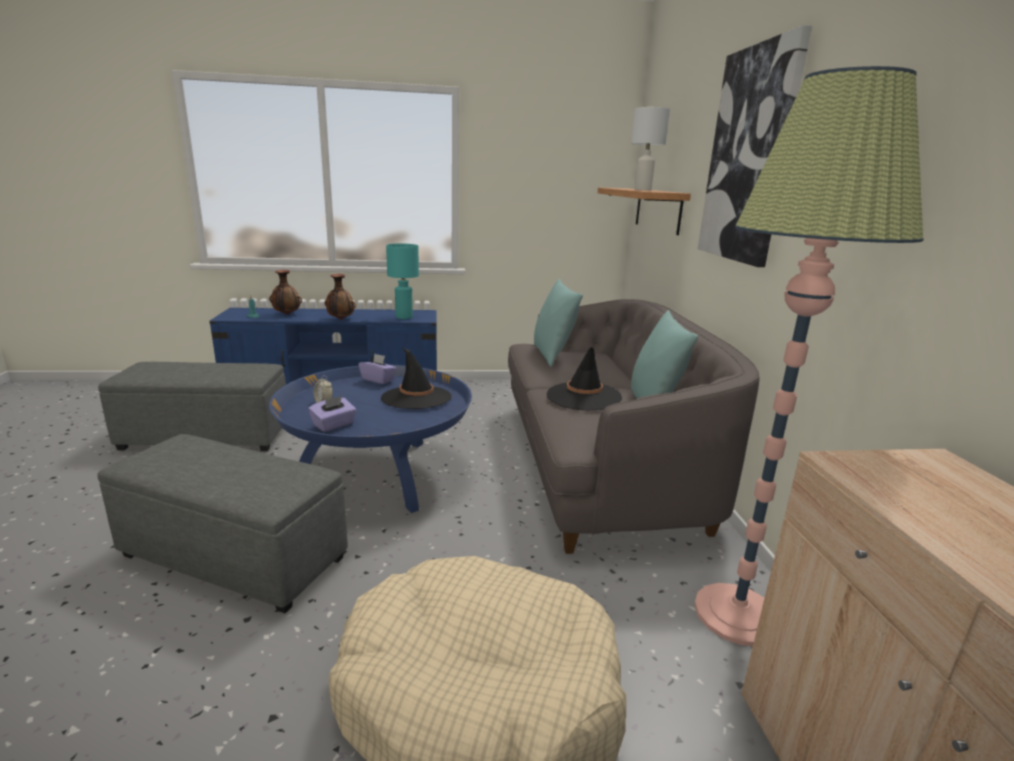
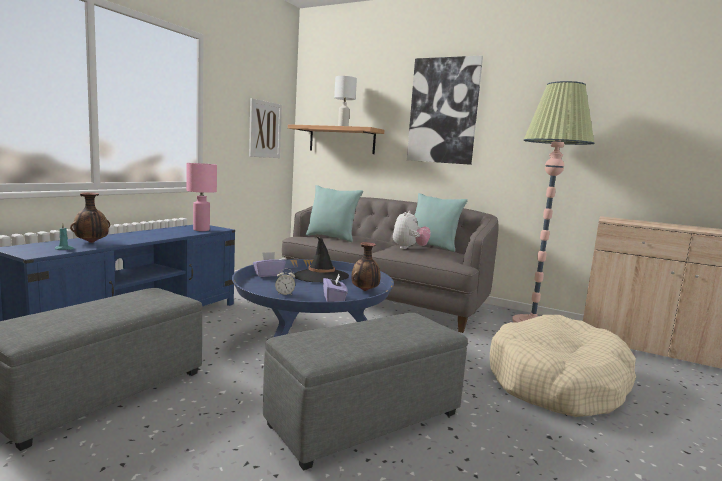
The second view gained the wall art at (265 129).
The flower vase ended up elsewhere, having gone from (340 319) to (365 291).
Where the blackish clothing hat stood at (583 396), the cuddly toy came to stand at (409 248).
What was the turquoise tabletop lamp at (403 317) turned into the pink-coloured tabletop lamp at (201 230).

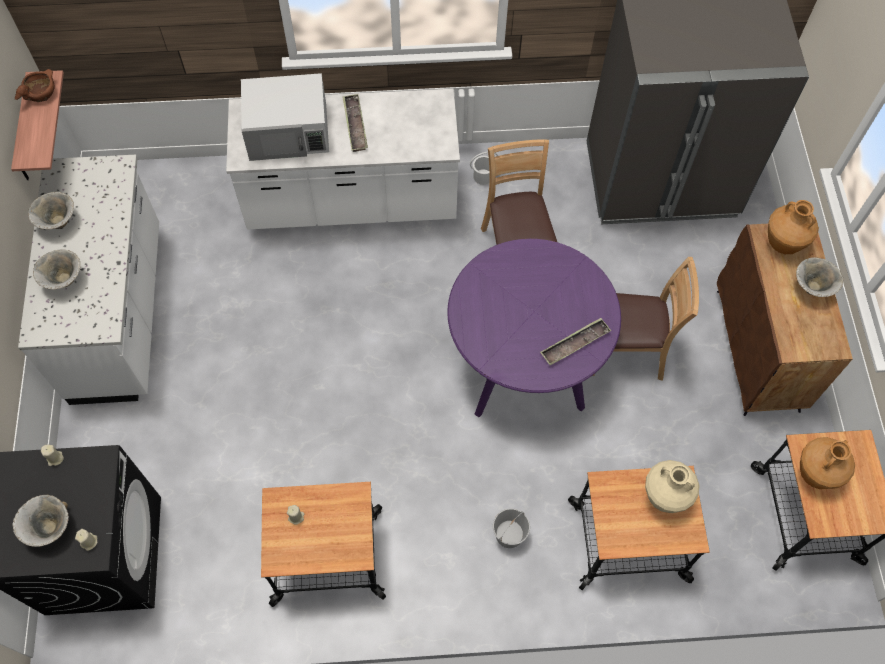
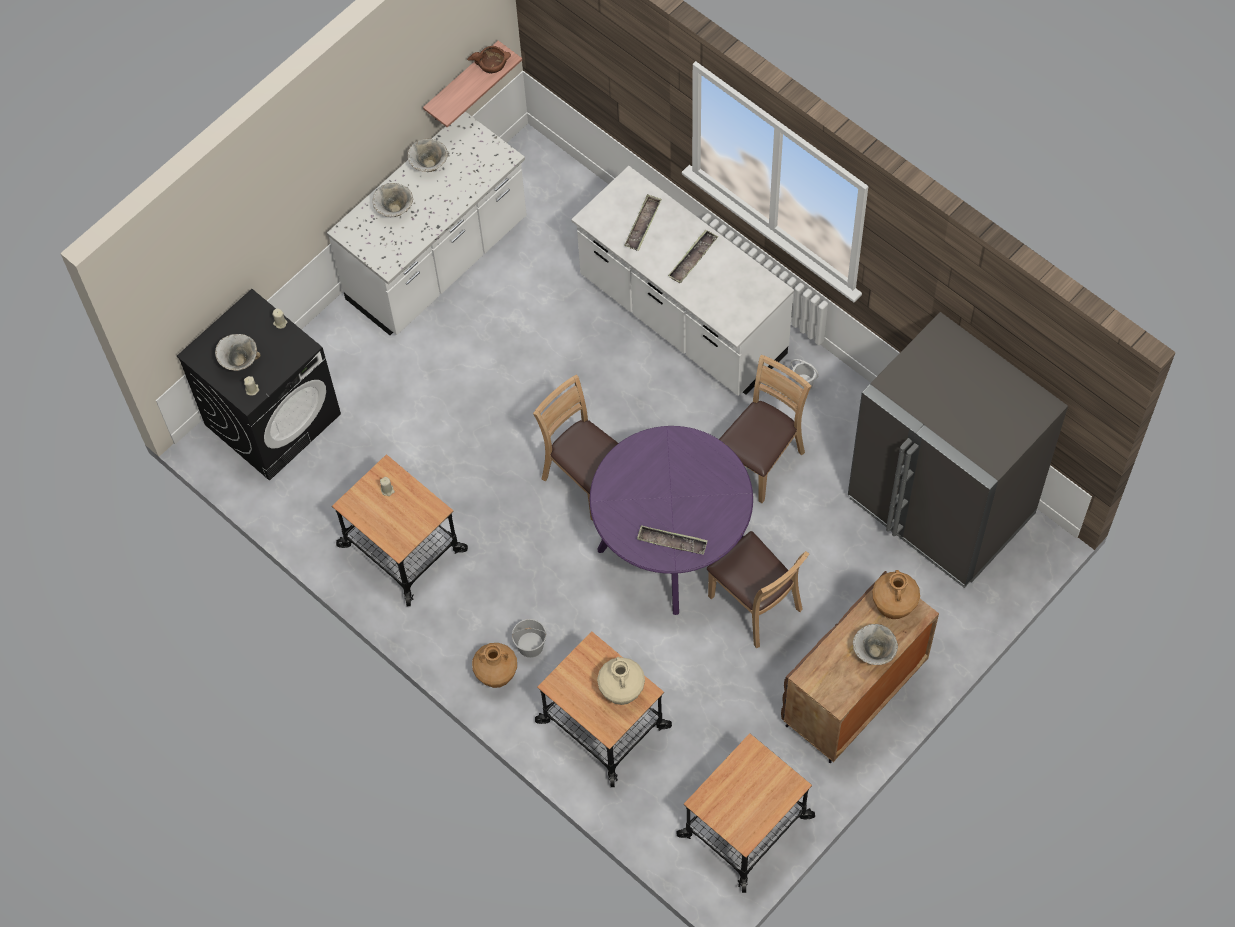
The second view gained the brown plain chair at (587 480).
The brown flower vase ended up elsewhere, having gone from (815 474) to (496 675).
Where the whitish kitchen microwave stood at (289 131), the carrying tray came to stand at (643 225).

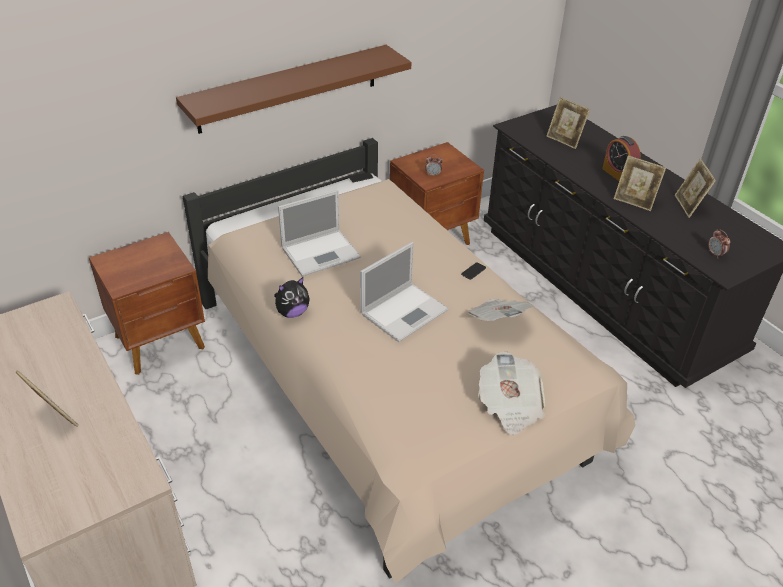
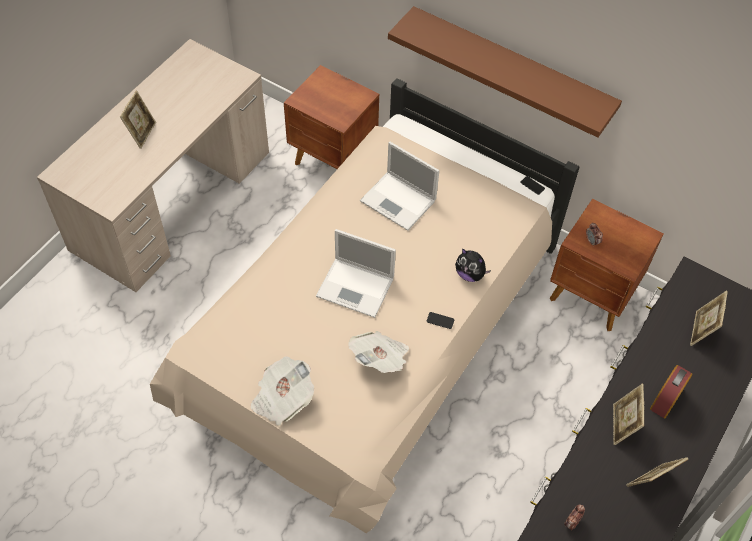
The cuddly toy ended up elsewhere, having gone from (292 312) to (470 274).

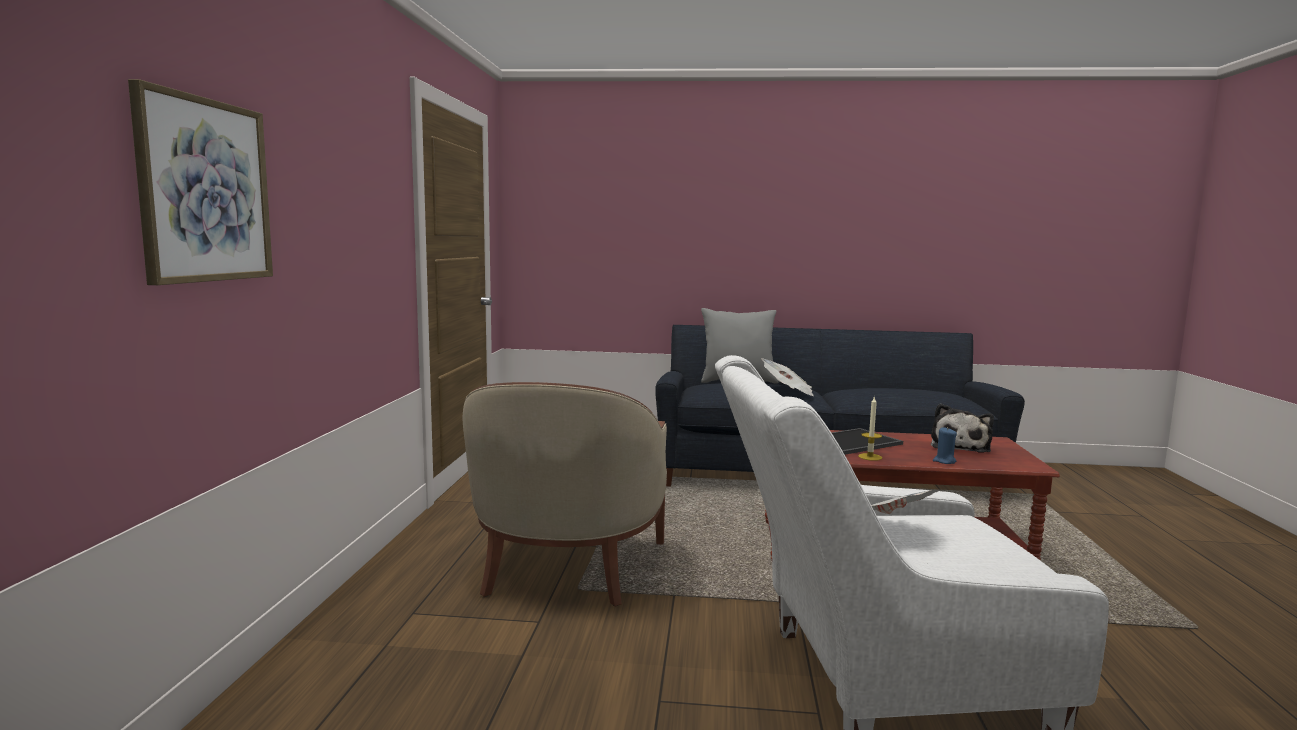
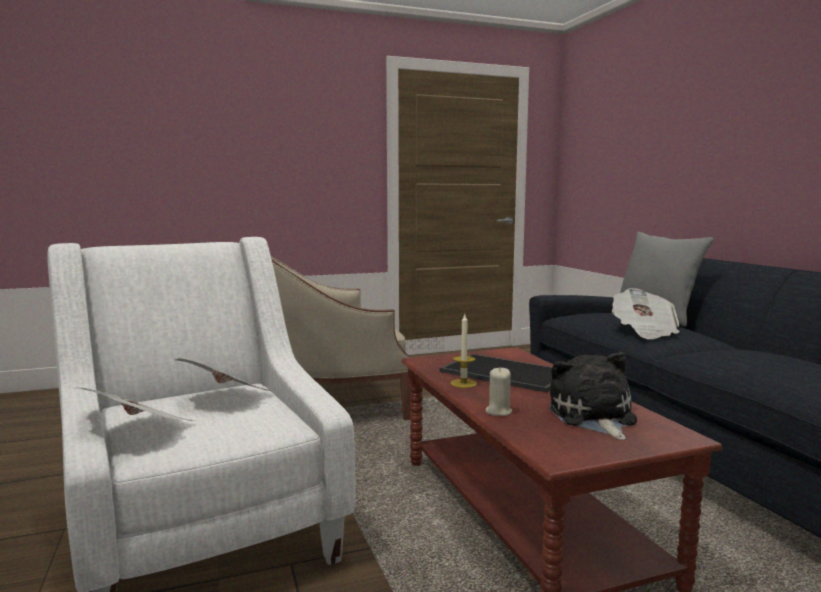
The second view lost the wall art at (205 191).
The second view gained the daily paper at (140 433).
What was the bluish wax candle at (944 461) turned into the sand-coloured wax candle at (498 411).
The cuddly toy at (960 446) ended up facing another way, 90 degrees clockwise from before.

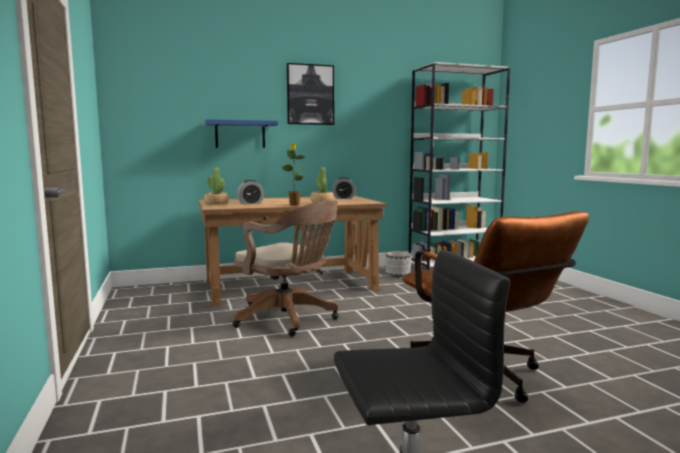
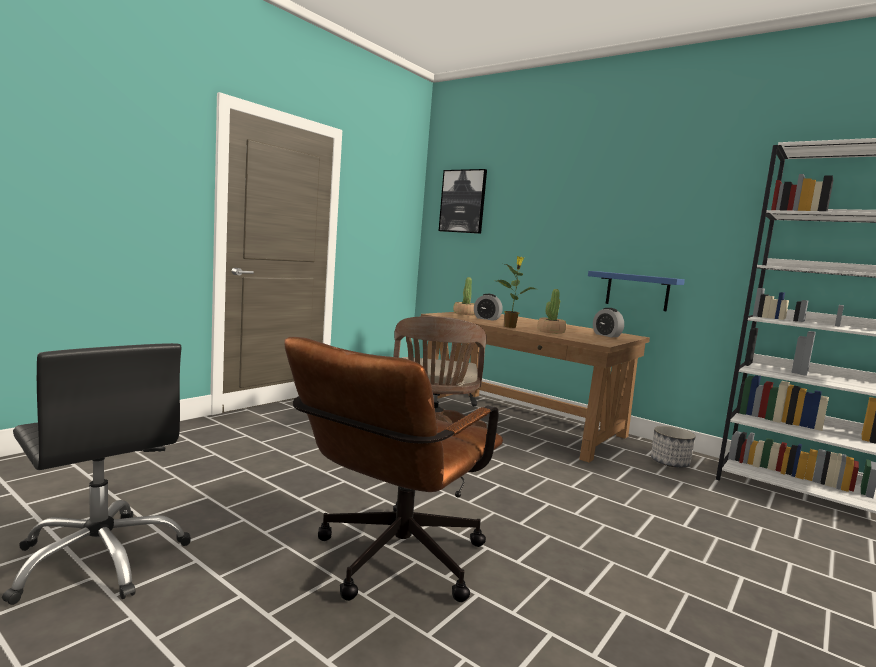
The bluish wall shelf ended up elsewhere, having gone from (240 134) to (637 291).
The wall art ended up elsewhere, having gone from (310 95) to (463 201).

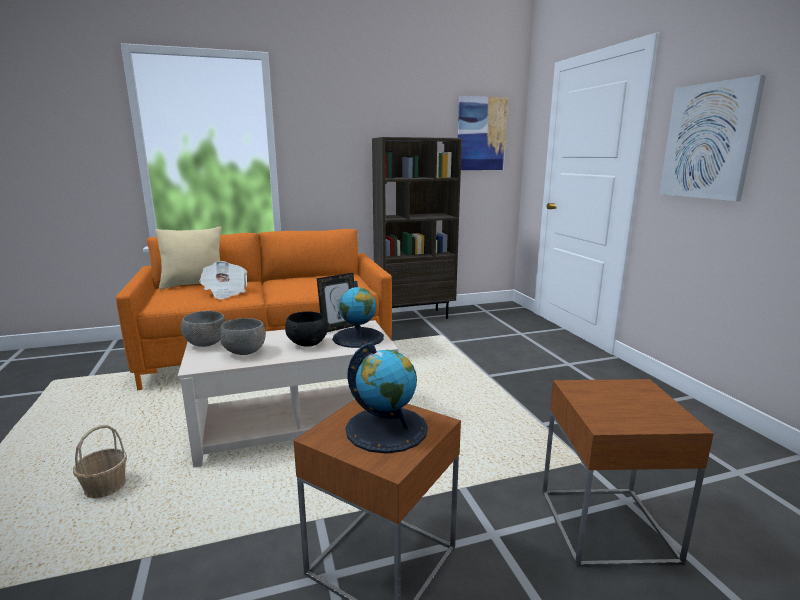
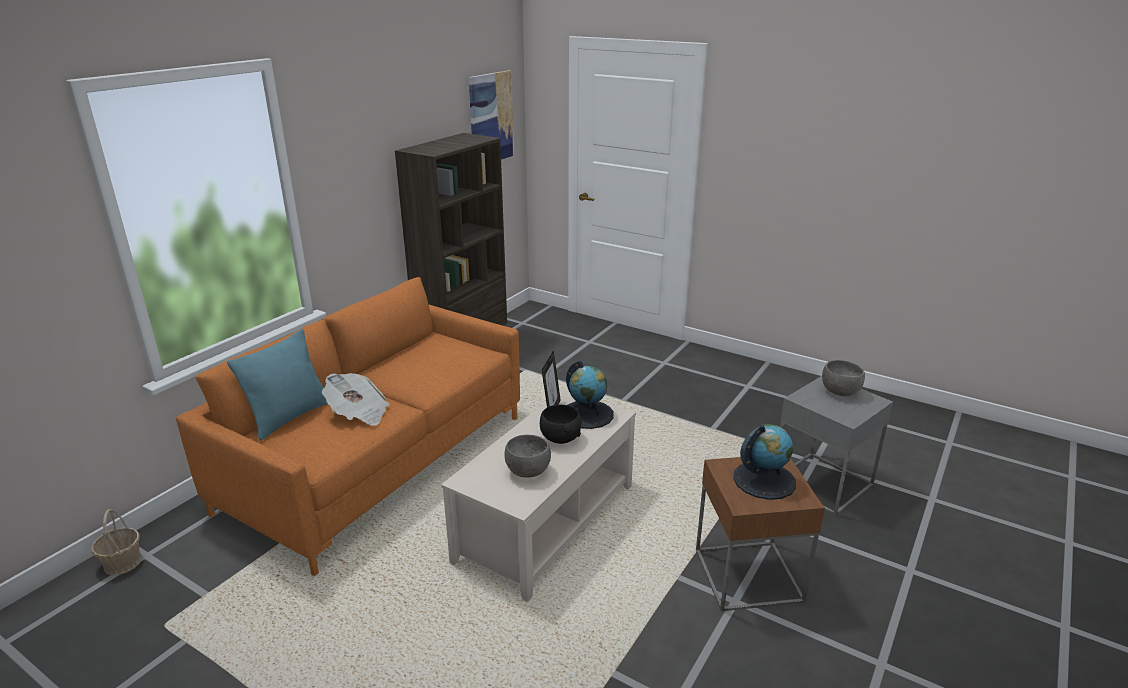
The second view lost the wall art at (708 141).
The household basket ended up elsewhere, having gone from (105 487) to (122 563).
The greyish serving bowl ended up elsewhere, having gone from (205 344) to (840 392).
What was the sand-coloured cushion at (194 285) turned into the turquoise cushion at (289 417).
What was the brown end table at (606 525) turned into the greyish end table at (822 483).

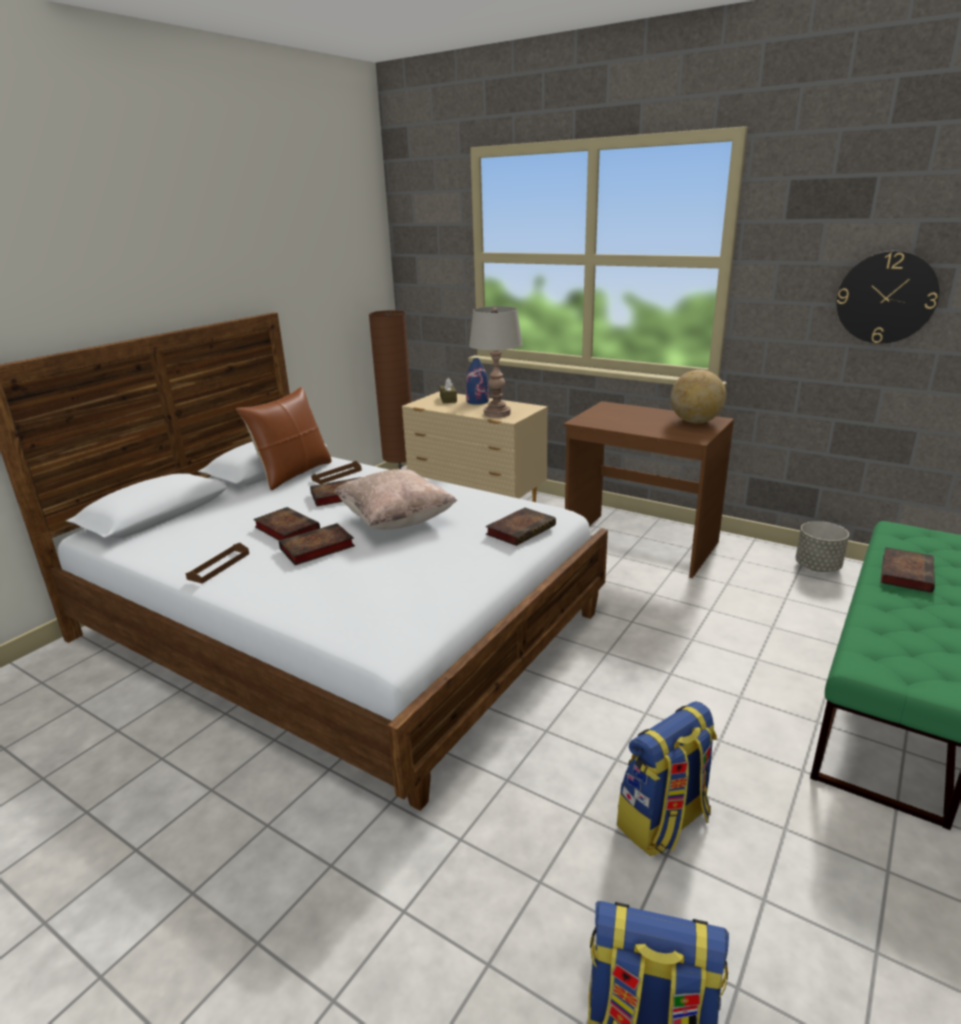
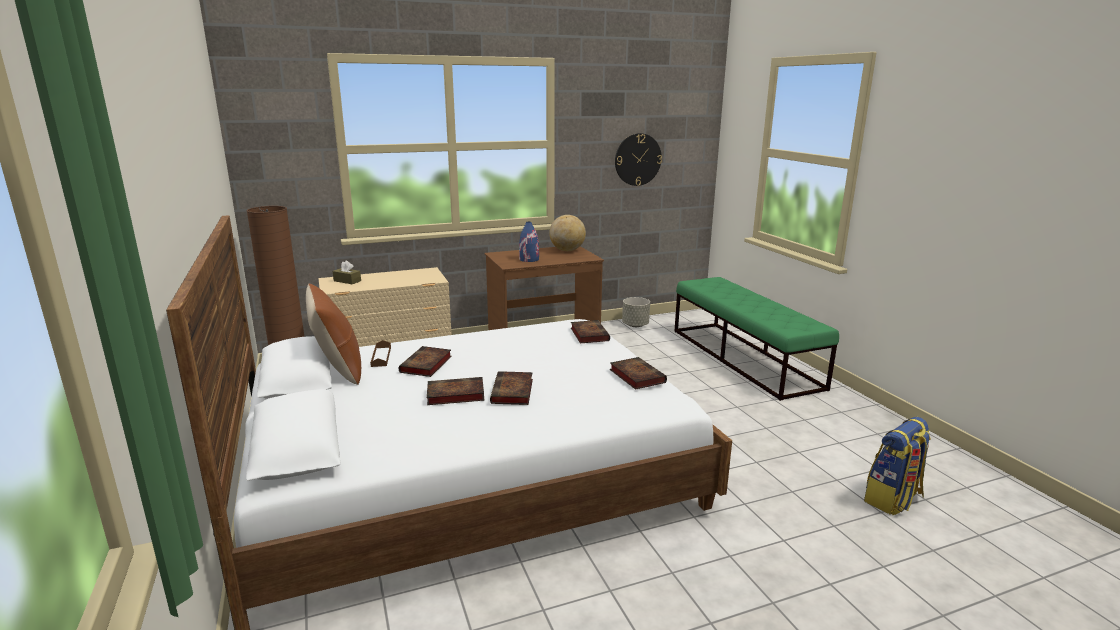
The second view lost the brown carrying tray at (219 566).
The second view lost the sand-coloured cushion at (396 521).
The second view lost the greyish tabletop lamp at (497 413).
The second view lost the backpack at (664 823).
The bluish flower vase ended up elsewhere, having gone from (477 401) to (529 259).
The bound book ended up elsewhere, having gone from (905 573) to (635 376).

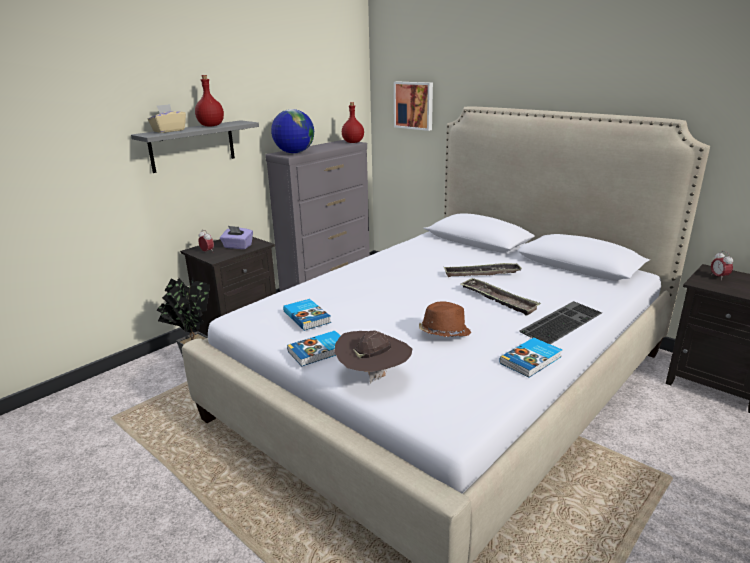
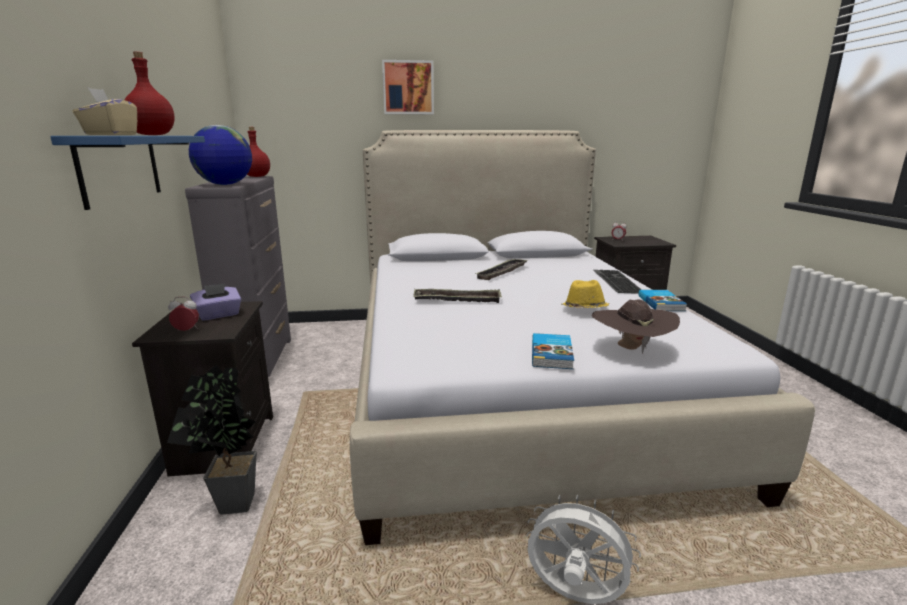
The second view lost the bound book at (307 316).
The second view gained the whitish fan at (573 596).
The wall art ended up elsewhere, having gone from (414 105) to (408 88).
The carrying tray ended up elsewhere, having gone from (498 300) to (457 300).
What was the greyish wall shelf at (192 146) turned into the bluish wall shelf at (120 168).
What was the brown clothing hat at (443 333) turned into the yellowish clothing hat at (584 309).

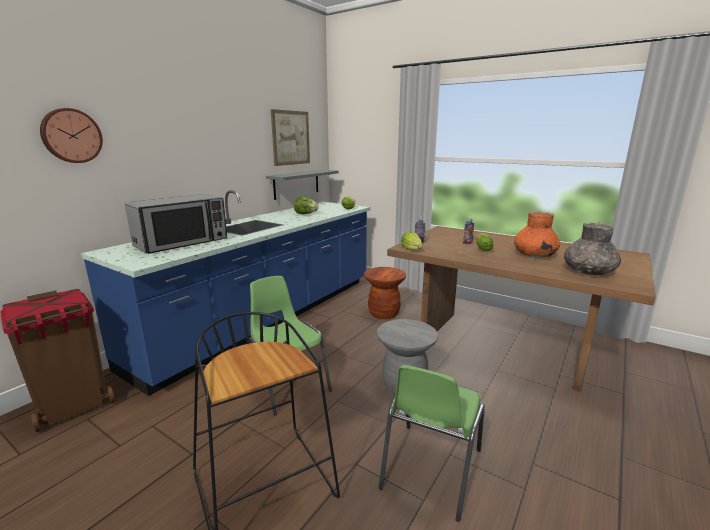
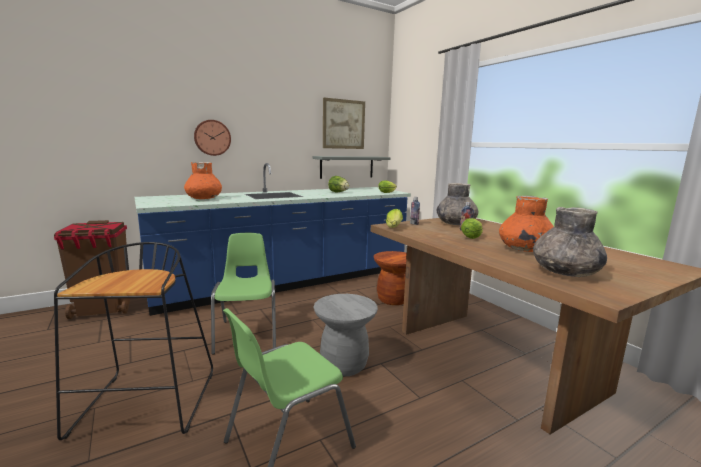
The second view gained the greyish flower vase at (455 224).
The clock on the wall ended up elsewhere, having gone from (71 136) to (212 137).
Where the kitchen microwave stood at (182 243), the orangey flower vase came to stand at (204 198).

